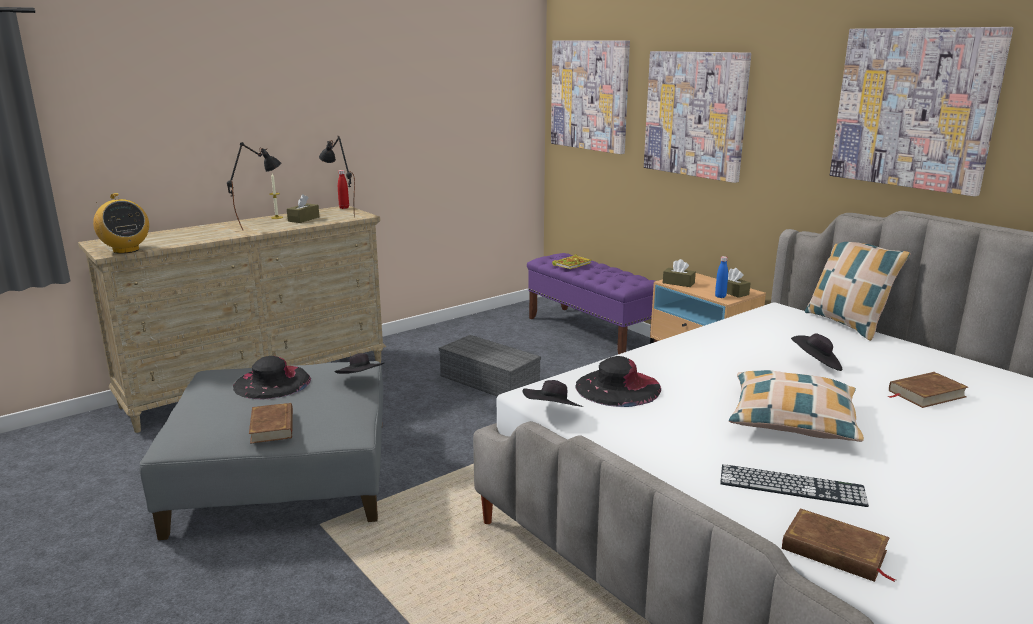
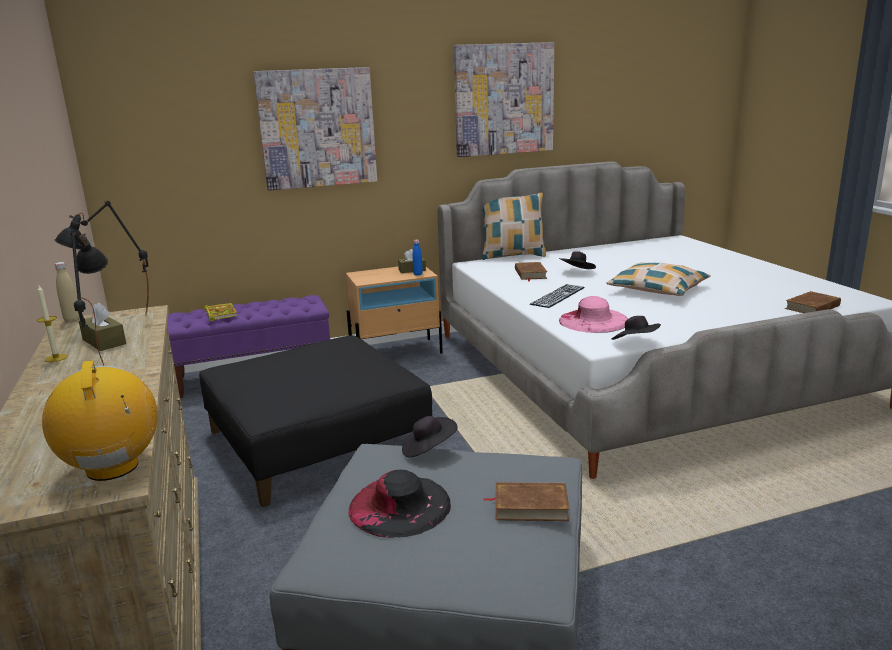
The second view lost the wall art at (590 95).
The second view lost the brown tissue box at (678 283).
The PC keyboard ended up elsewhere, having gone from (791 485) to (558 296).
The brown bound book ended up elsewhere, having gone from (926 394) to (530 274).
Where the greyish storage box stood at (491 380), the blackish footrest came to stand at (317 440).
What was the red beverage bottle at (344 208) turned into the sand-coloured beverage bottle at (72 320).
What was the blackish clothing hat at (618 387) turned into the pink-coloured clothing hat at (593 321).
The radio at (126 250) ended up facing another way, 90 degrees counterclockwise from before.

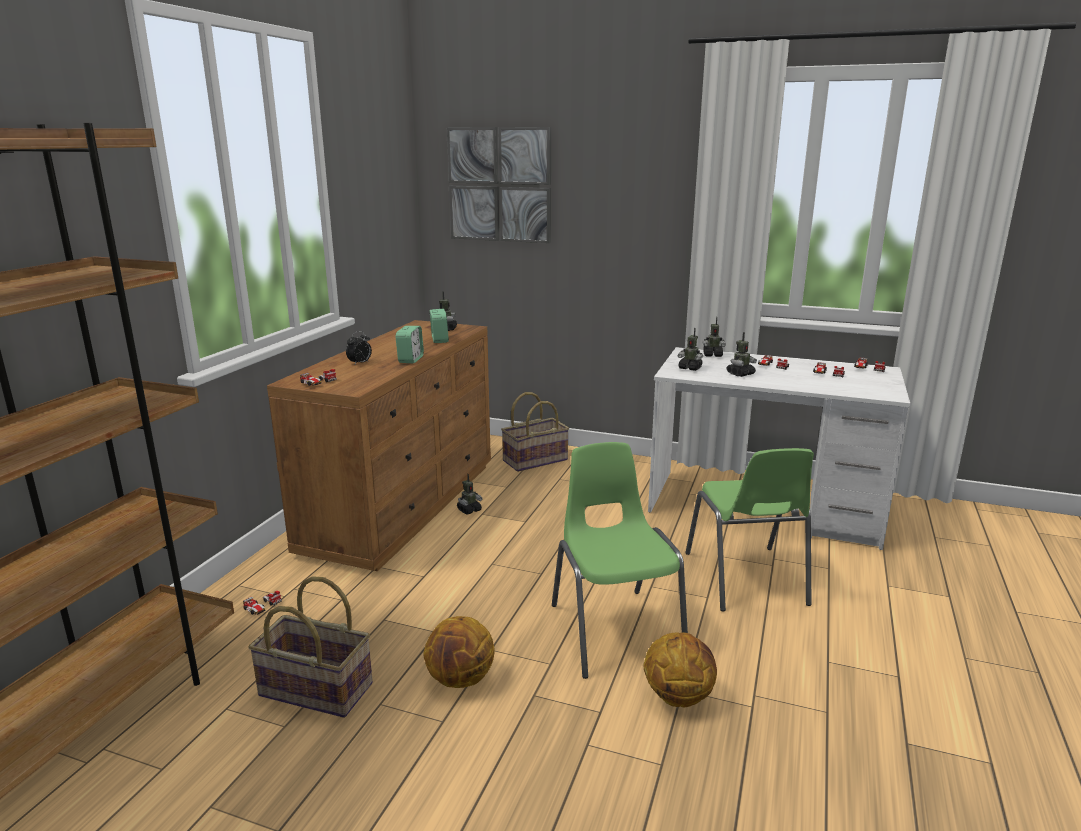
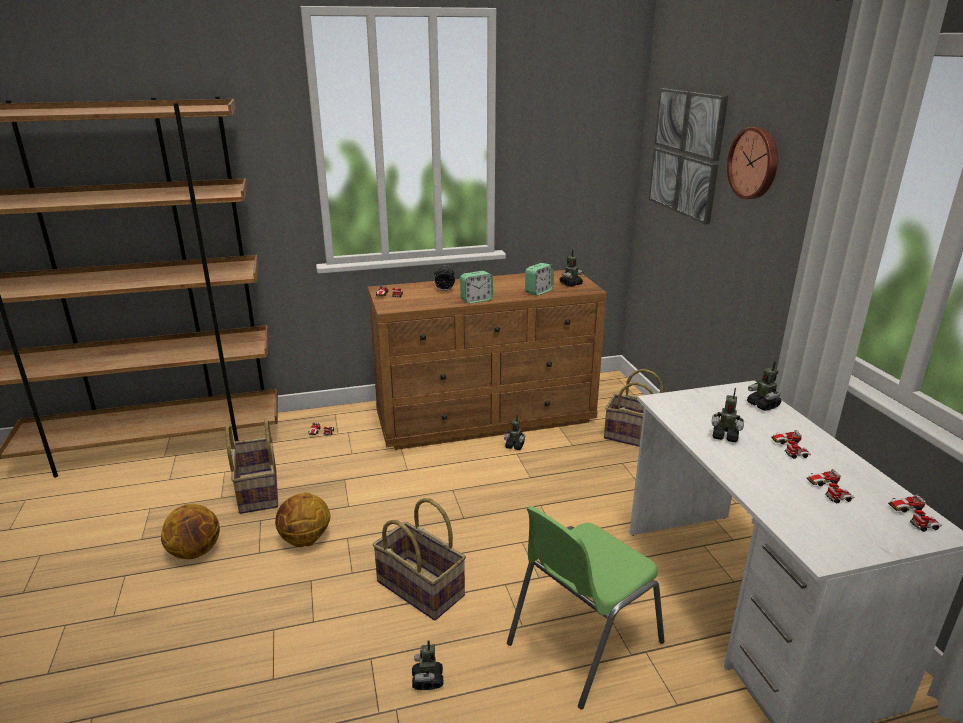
The second view gained the clock on the wall at (755 163).
The ball for basketball ended up elsewhere, having gone from (678 696) to (196 552).
The model robot ended up elsewhere, having gone from (690 368) to (427 680).
Where the green-coloured plain chair stood at (614 629), the household basket came to stand at (421 588).

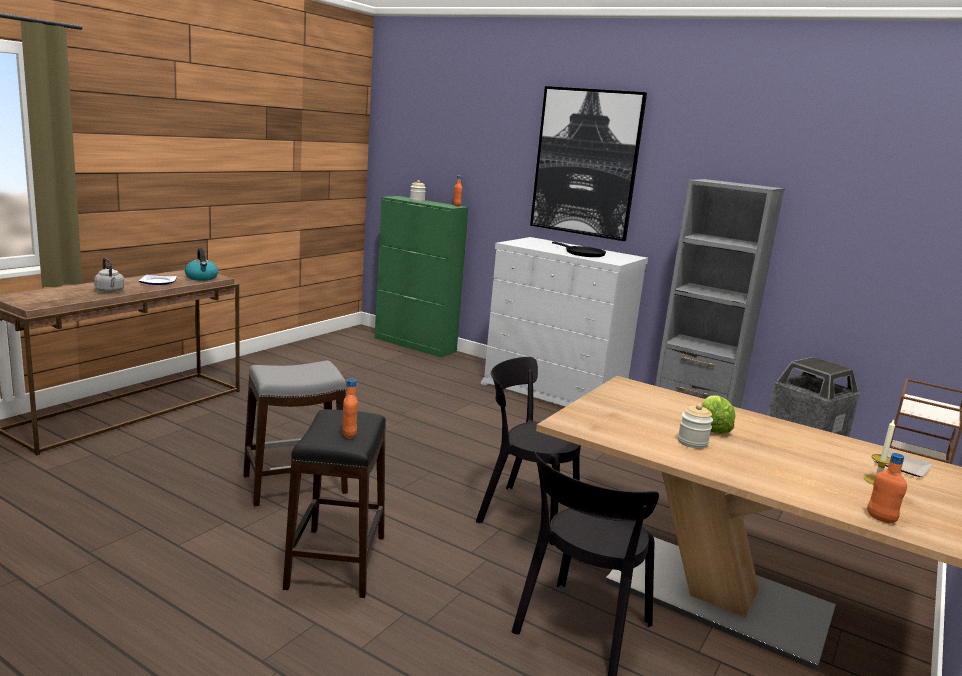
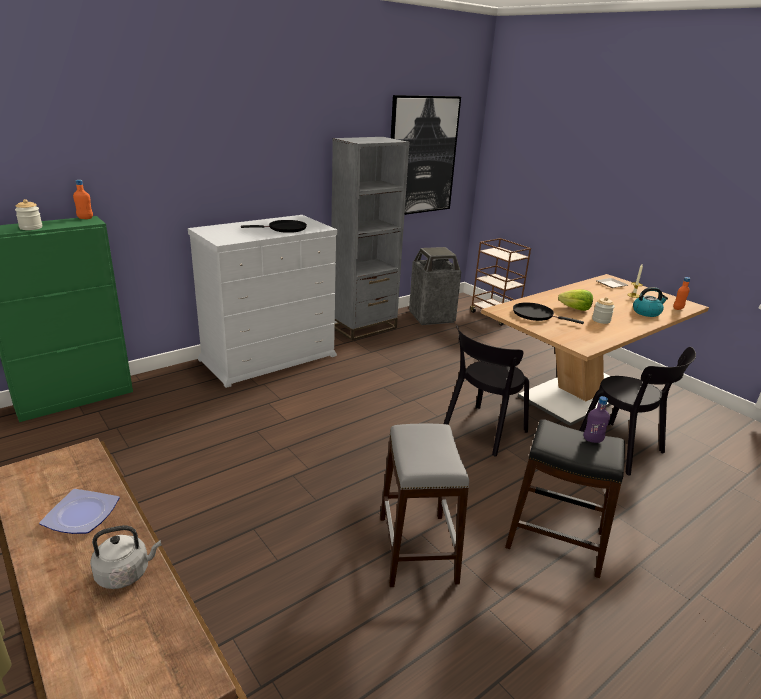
The second view gained the blackish pan at (535 315).
The water kettle ended up elsewhere, having gone from (202 278) to (646 312).
The wall art ended up elsewhere, having gone from (586 163) to (422 156).
What was the orangey beverage bottle at (349 435) turned into the purple-coloured beverage bottle at (592 440).

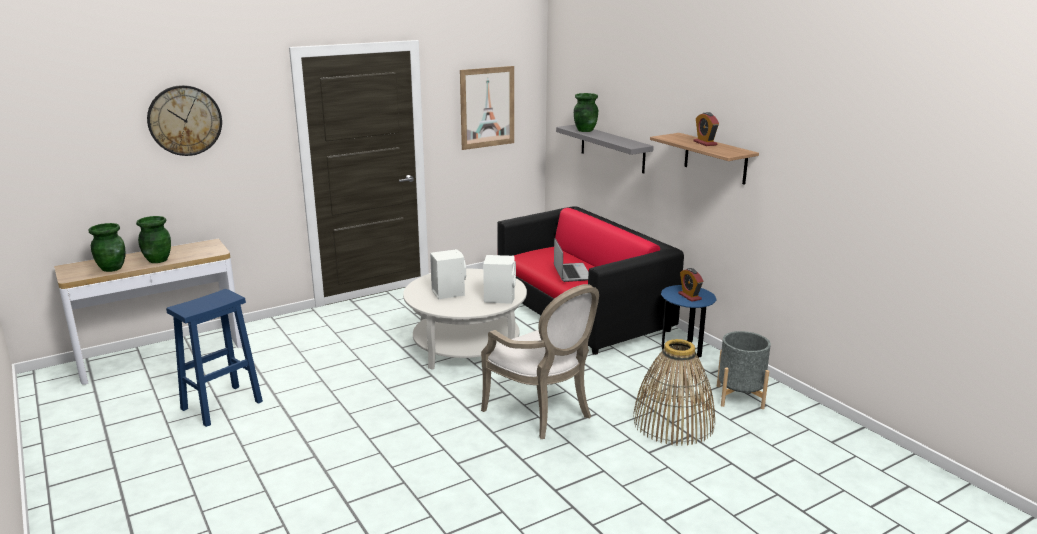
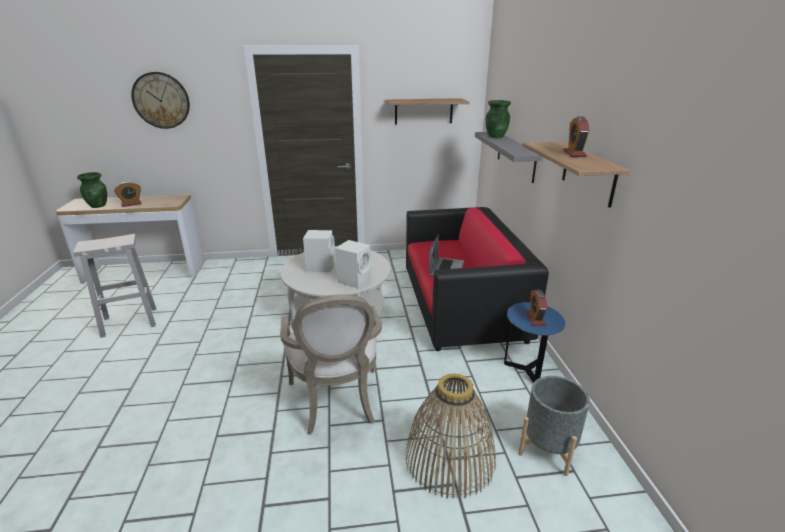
Where the green-coloured flower vase stood at (158 260), the table clock came to stand at (131 204).
Where the wall art hung at (487 107), the wall shelf came to hang at (423 111).
What was the bluish sitting stool at (221 406) turned into the whitish sitting stool at (128 322).

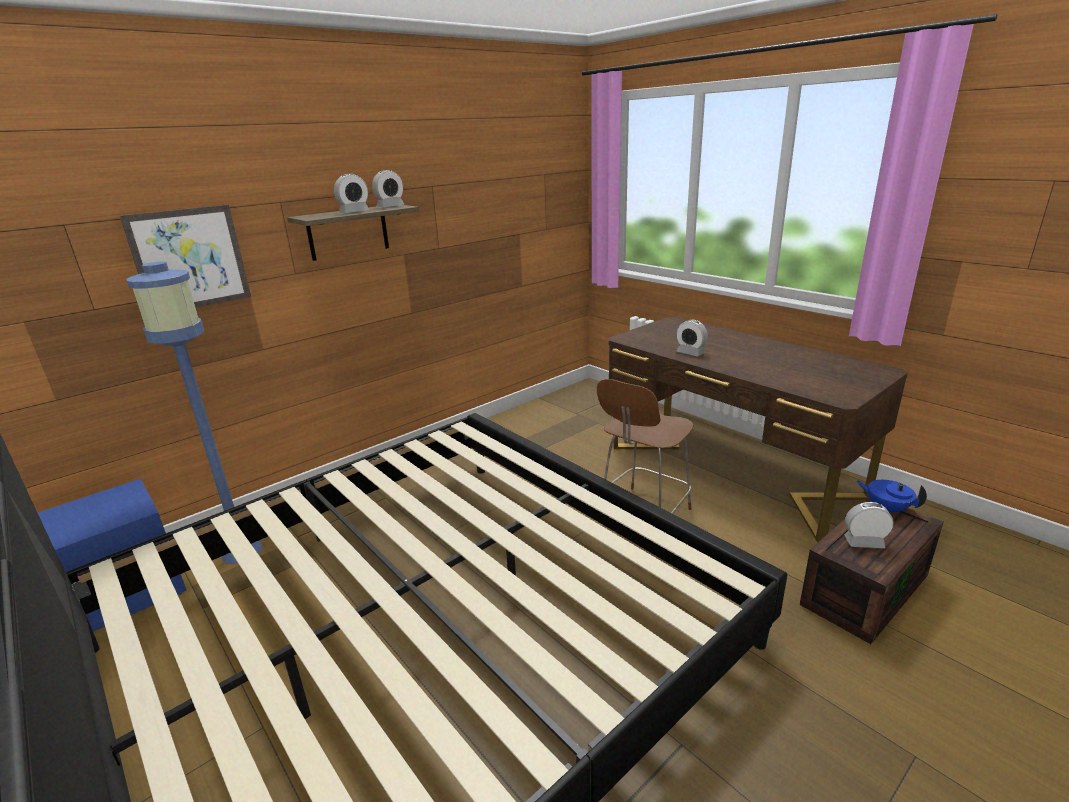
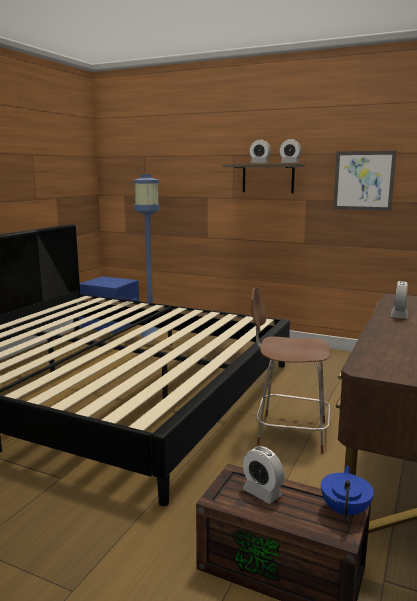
The wall art ended up elsewhere, having gone from (190 259) to (363 180).
The table clock at (864 542) ended up facing another way, 150 degrees clockwise from before.

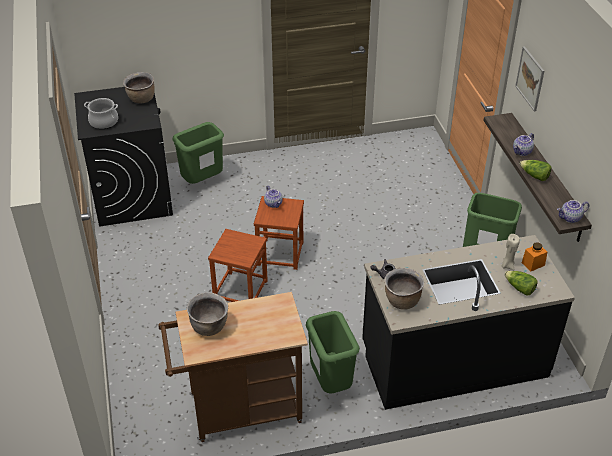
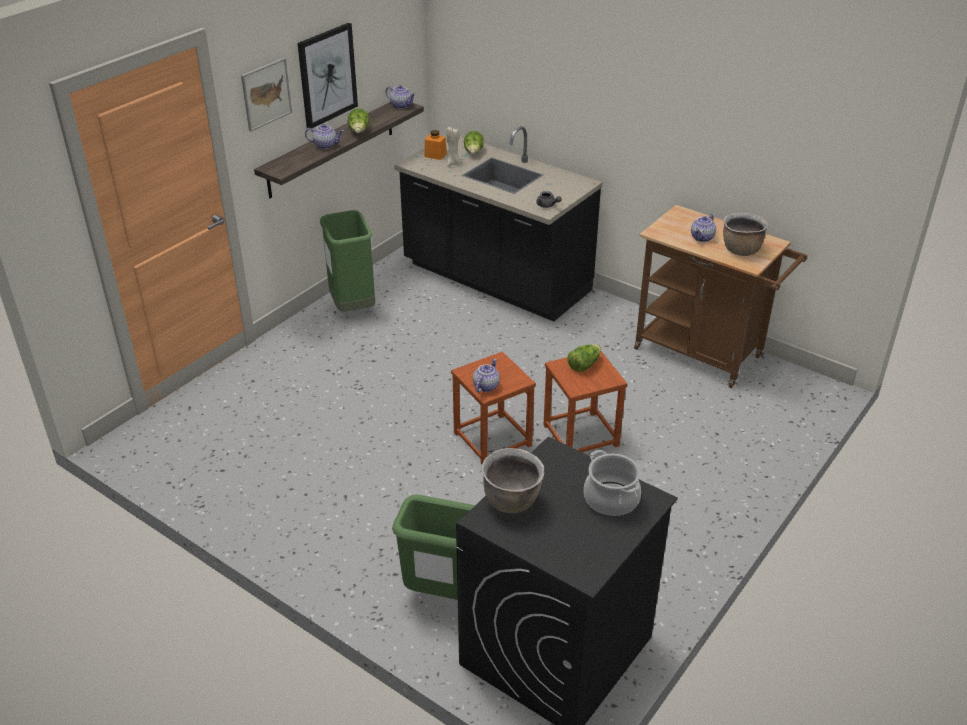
The second view lost the green-coloured rubbish bin at (330 382).
The second view lost the brown stockpot at (402 301).
The second view gained the wall art at (327 75).
The second view gained the head of lettuce at (584 365).
The second view gained the teapot at (702 238).

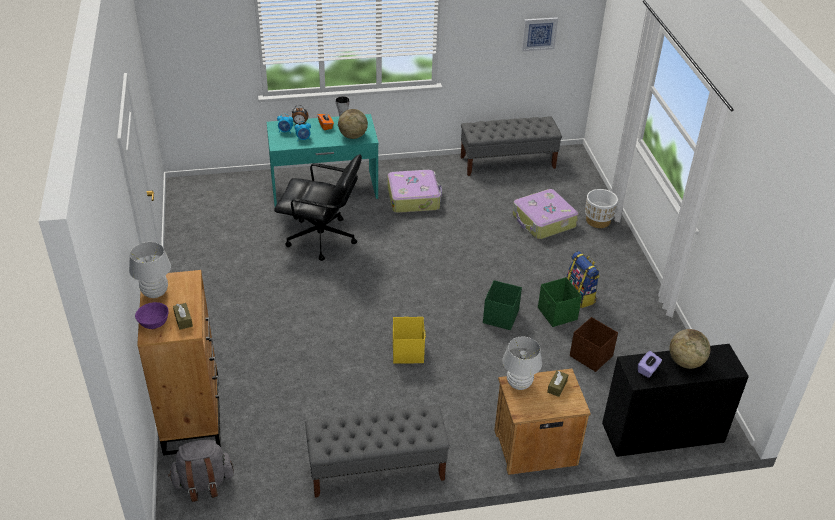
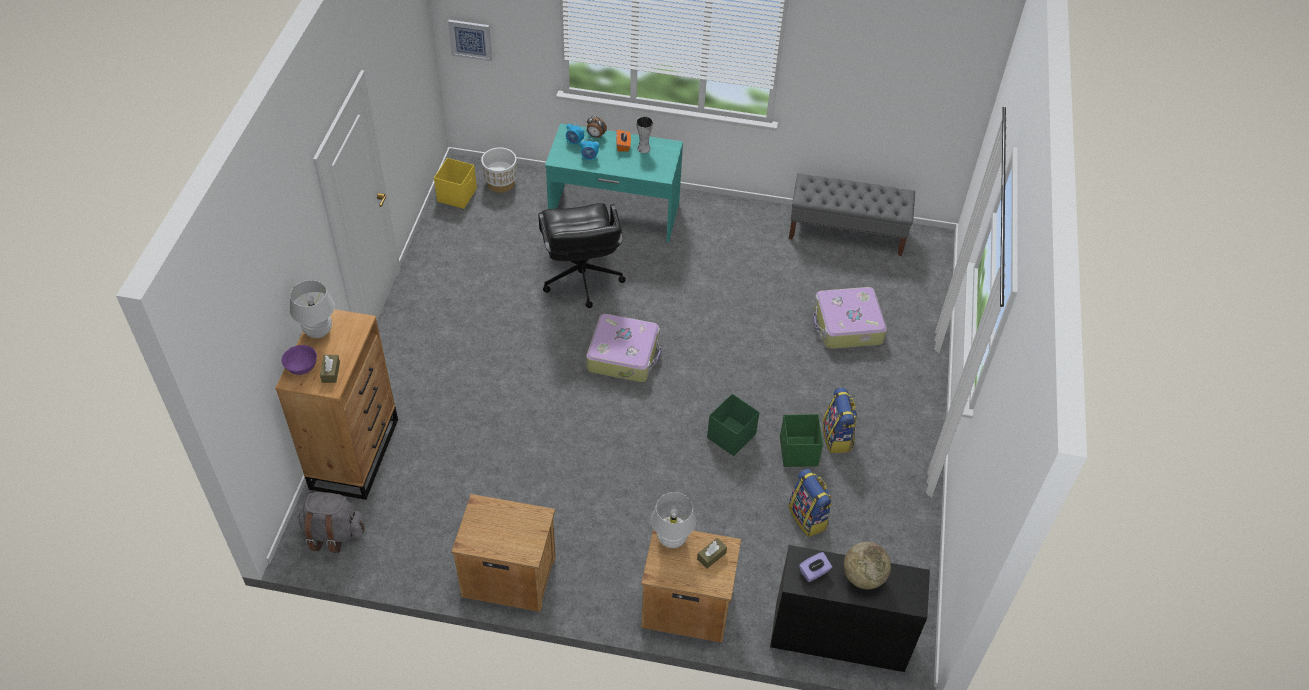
The second view lost the globe at (353 136).
The suitcase ended up elsewhere, having gone from (414 198) to (624 355).
The yellowish storage box ended up elsewhere, having gone from (408 351) to (457 195).
The wall art ended up elsewhere, having gone from (539 33) to (470 39).
The whitish flower pot ended up elsewhere, having gone from (598 221) to (501 183).
Where the greyish indoor bench stood at (376 469), the brown bedside table came to stand at (508 575).
Where the brown storage box stood at (591 356), the backpack came to stand at (808 517).
The blackish computer chair at (322 239) ended up facing another way, 45 degrees clockwise from before.

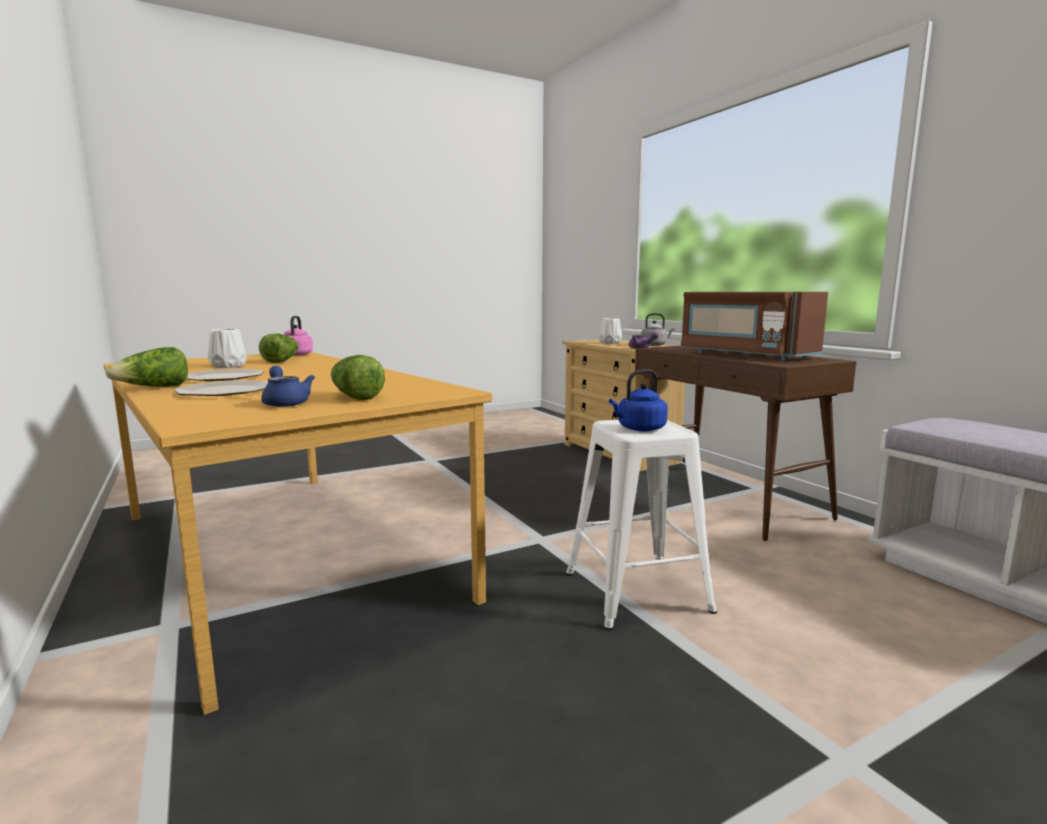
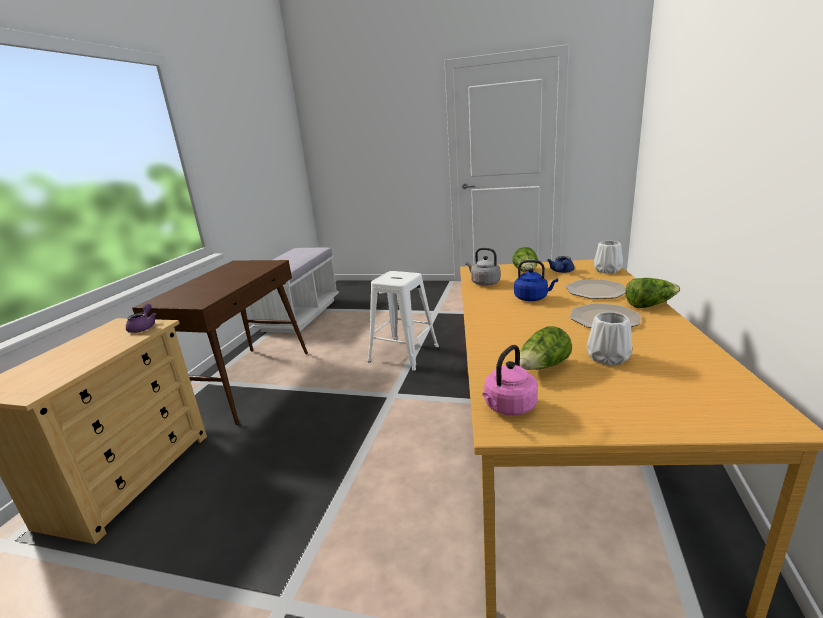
The second view lost the brown kitchen microwave at (744 355).
The whitish flower vase ended up elsewhere, having gone from (610 343) to (606 270).
The bluish water kettle ended up elsewhere, having gone from (639 429) to (532 298).
The greyish water kettle ended up elsewhere, having gone from (655 345) to (484 283).

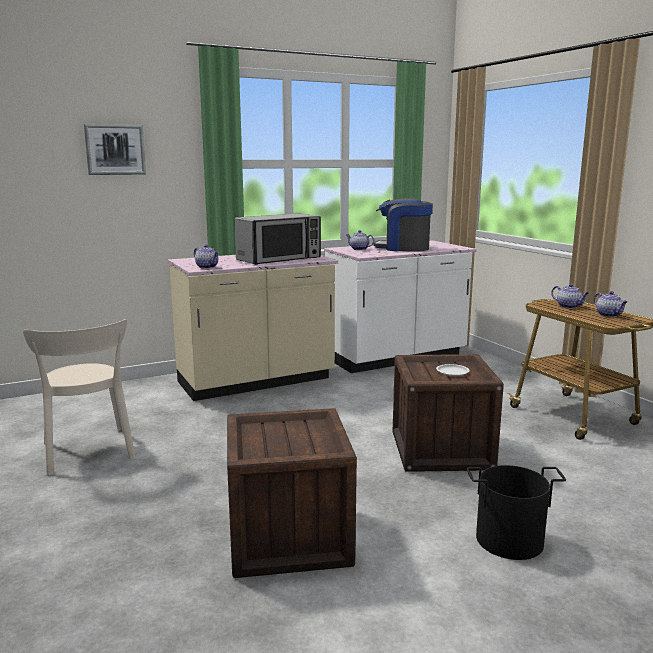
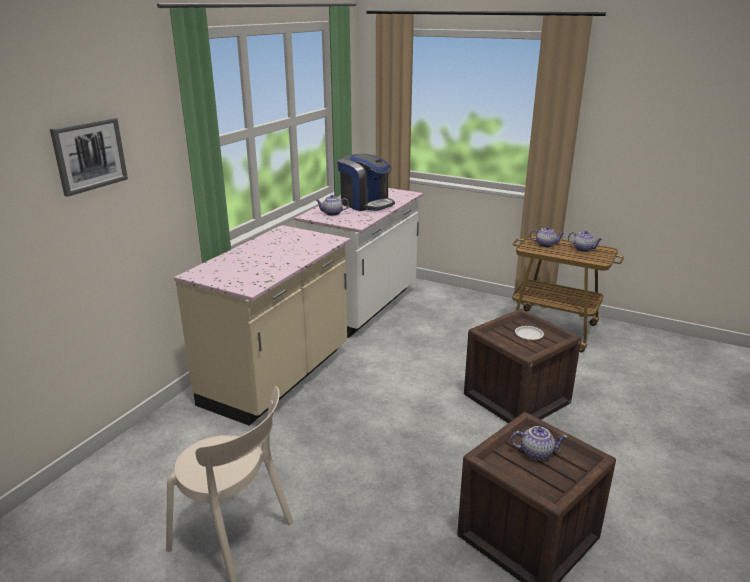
The second view lost the kitchen microwave at (279 259).
The second view lost the blackish pail at (509 540).
The teapot ended up elsewhere, having gone from (207 267) to (536 453).
The coffee brewer at (403 248) ended up facing another way, 120 degrees counterclockwise from before.

